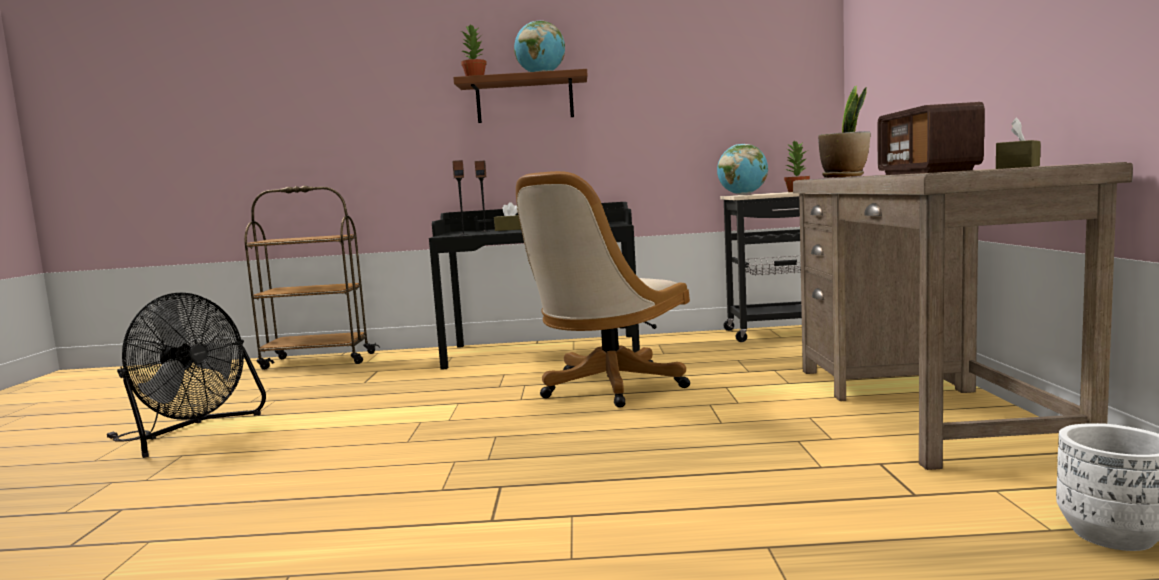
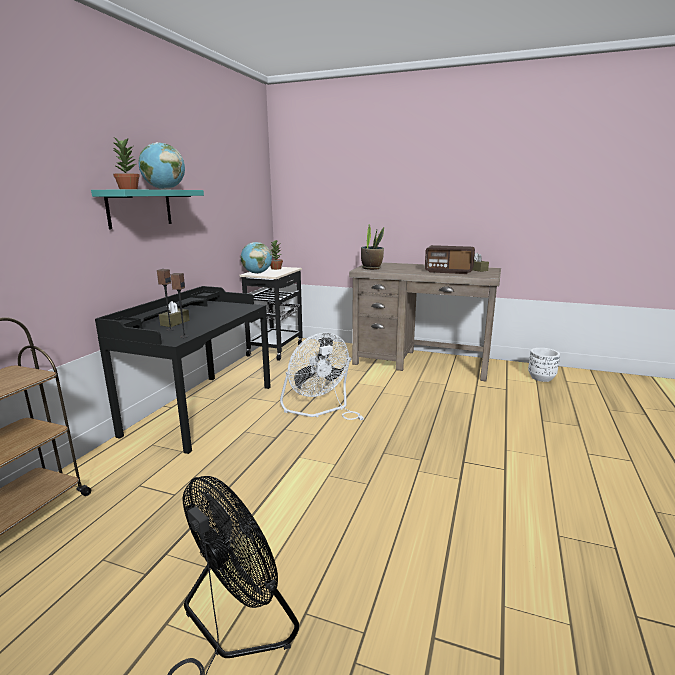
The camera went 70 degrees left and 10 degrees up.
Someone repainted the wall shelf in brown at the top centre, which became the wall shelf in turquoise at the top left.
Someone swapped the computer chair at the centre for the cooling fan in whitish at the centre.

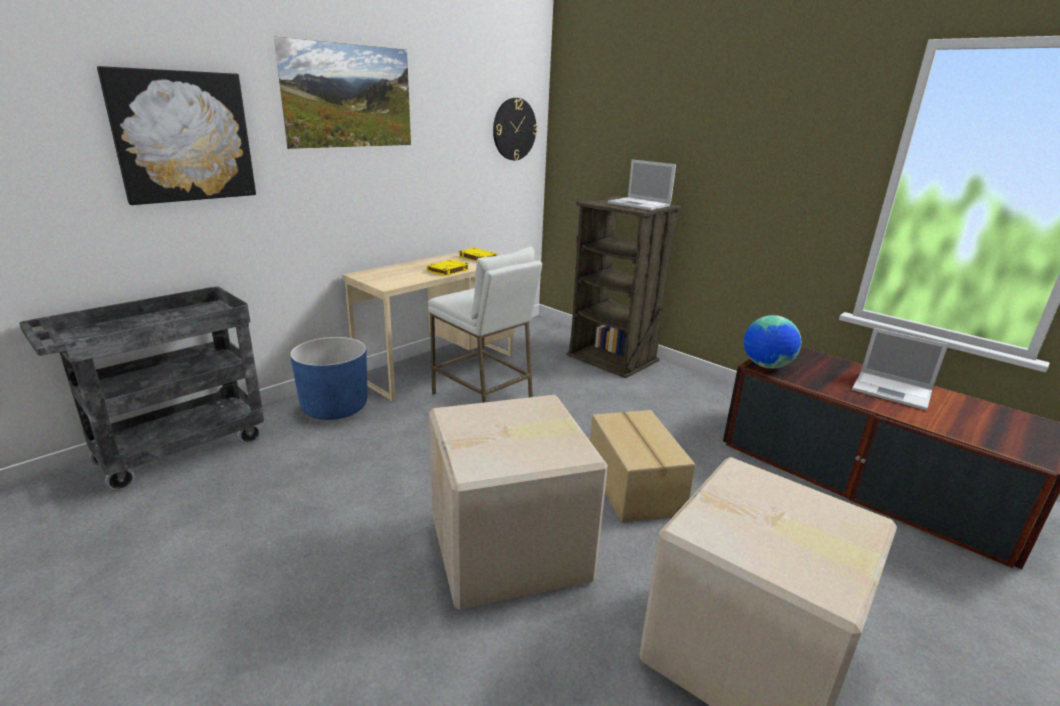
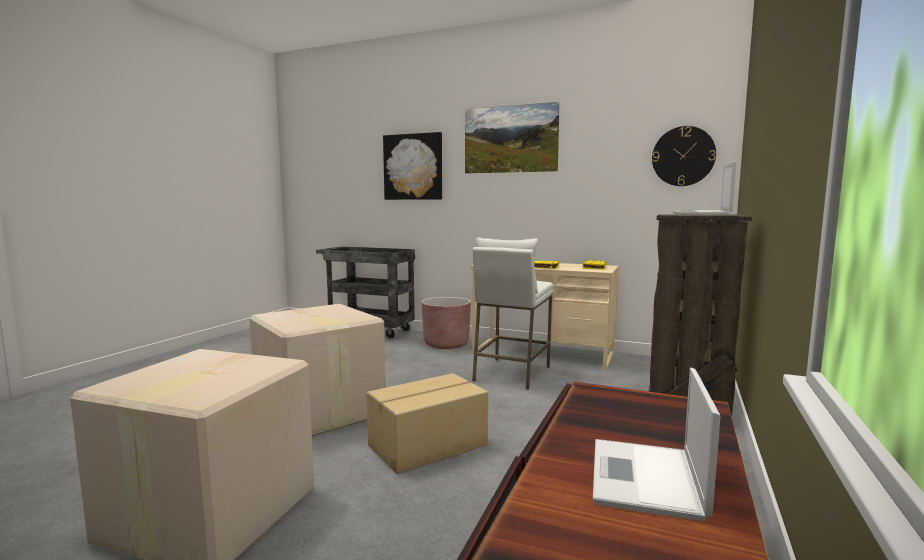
The camera went 70 degrees right and 15 degrees down.
Someone repainted the plant pot in blue-coloured at the middle left, which became the plant pot in brown at the centre.
Someone took away the desk globe at the middle right.

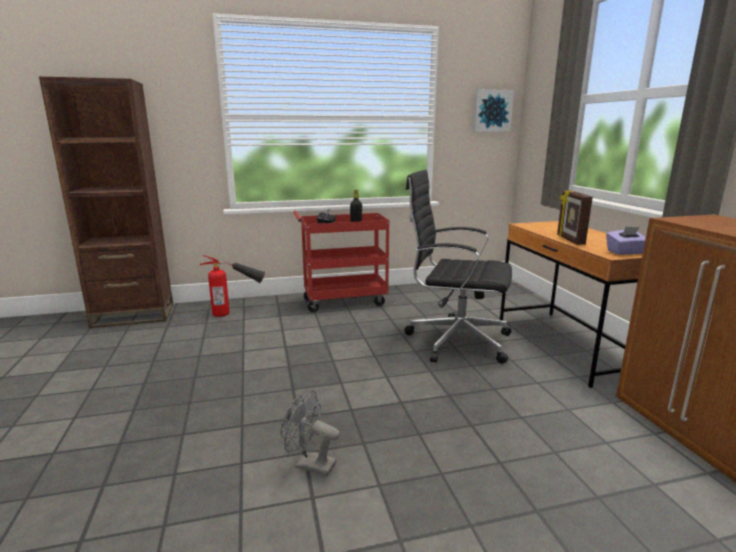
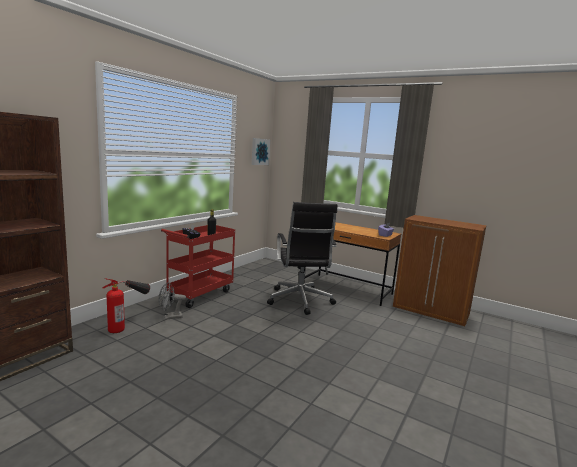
The camera went 45 degrees left and 5 degrees down.
Someone carried the cooling fan in grey from the bottom centre to the middle left.
Someone rotated the computer chair in black-coloured at the centre by 75 degrees counterclockwise.
Someone took away the photo frame at the middle right.

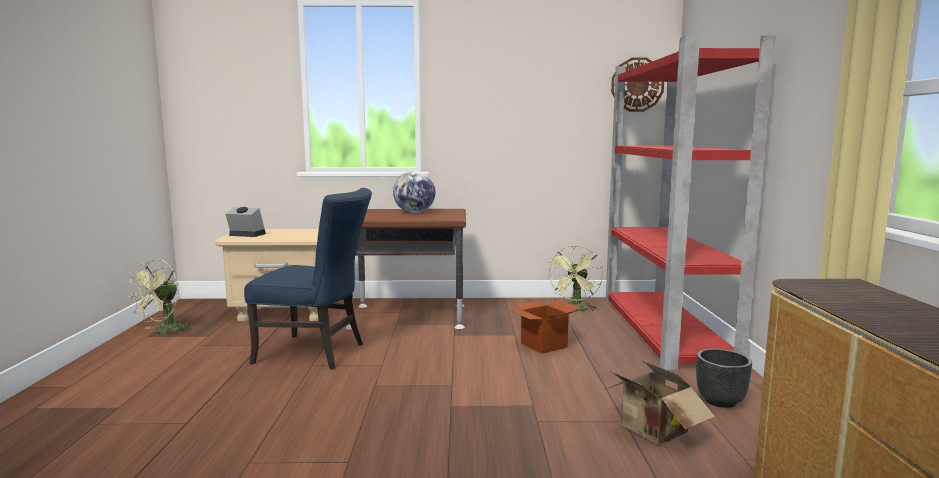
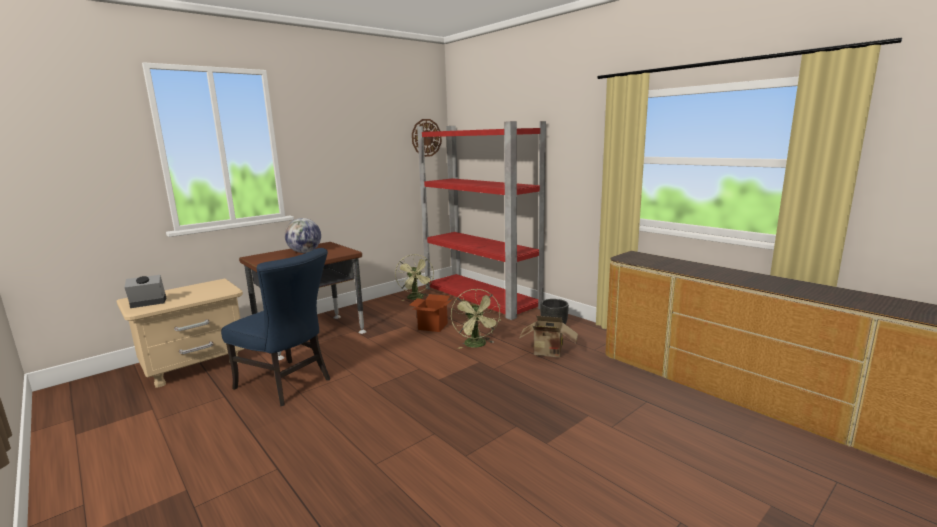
The camera went 40 degrees left and 5 degrees up.
Someone rotated the chair in blue-coloured at the middle left by 60 degrees clockwise.
Someone carried the cooling fan in greenish (1st from left in the first image) from the middle left to the centre.

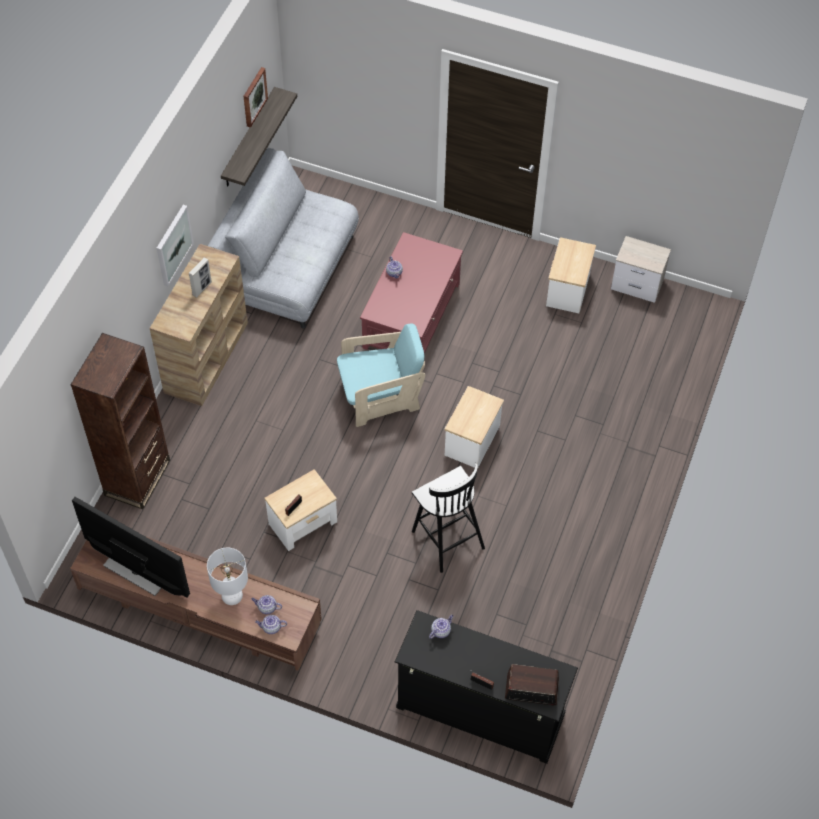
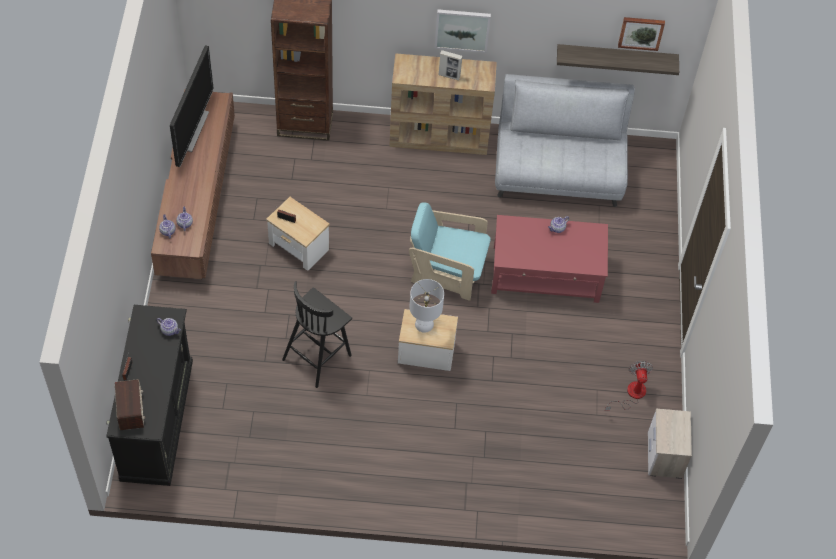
The camera went 70 degrees right and 0 degrees up.
Someone rotated the easy chair in turquoise at the centre by 135 degrees clockwise.
Someone carried the lamp for a table in whitish from the bottom left to the centre.
Someone swapped the side table (3rd from left) at the middle right for the cooling fan at the bottom right.

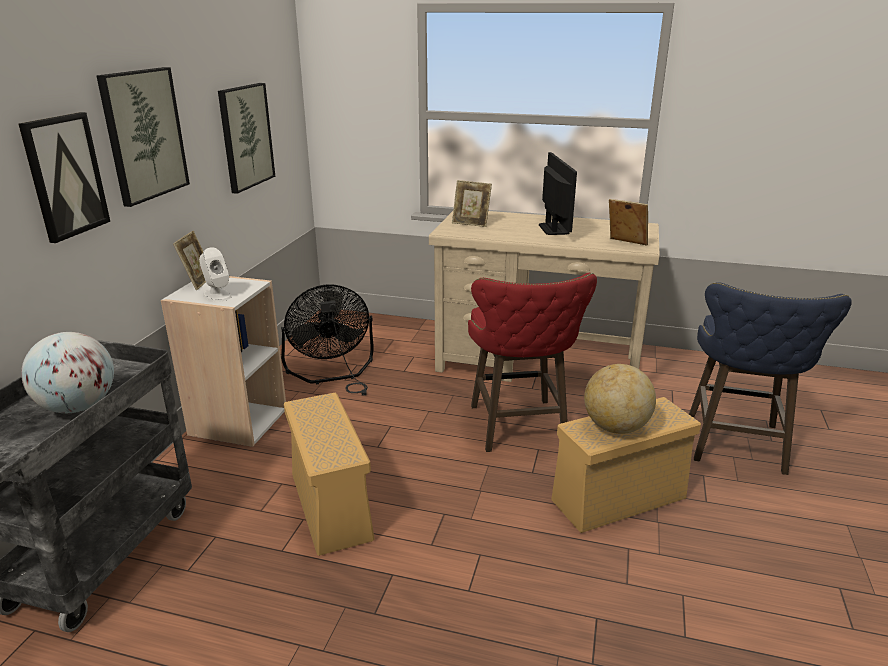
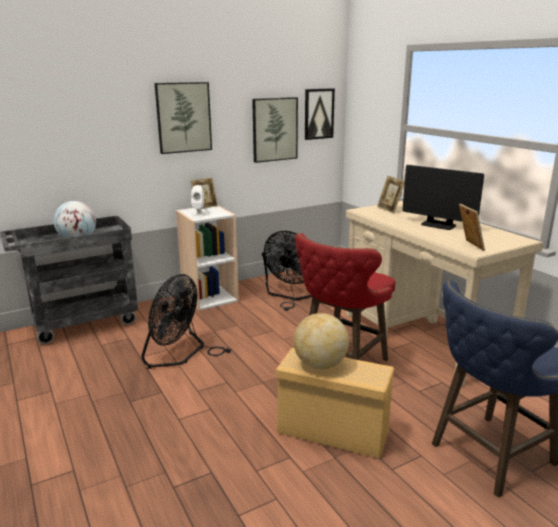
The camera went 45 degrees right and 5 degrees down.
Someone swapped the storage container in beige (1st from left) at the bottom centre for the cooling fan in black-coloured (1st from left) at the centre.
Someone carried the wall art (1st from left in the first image) from the top left to the top centre.
Someone rotated the computer screen at the top centre by 90 degrees clockwise.

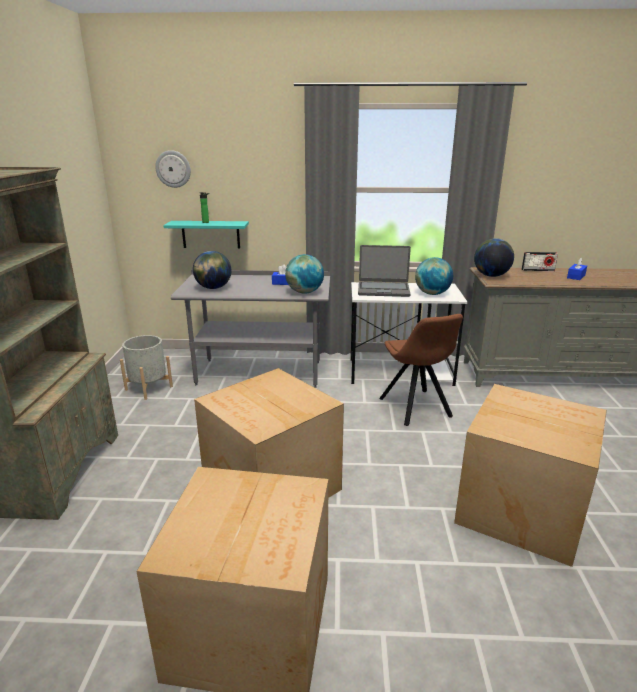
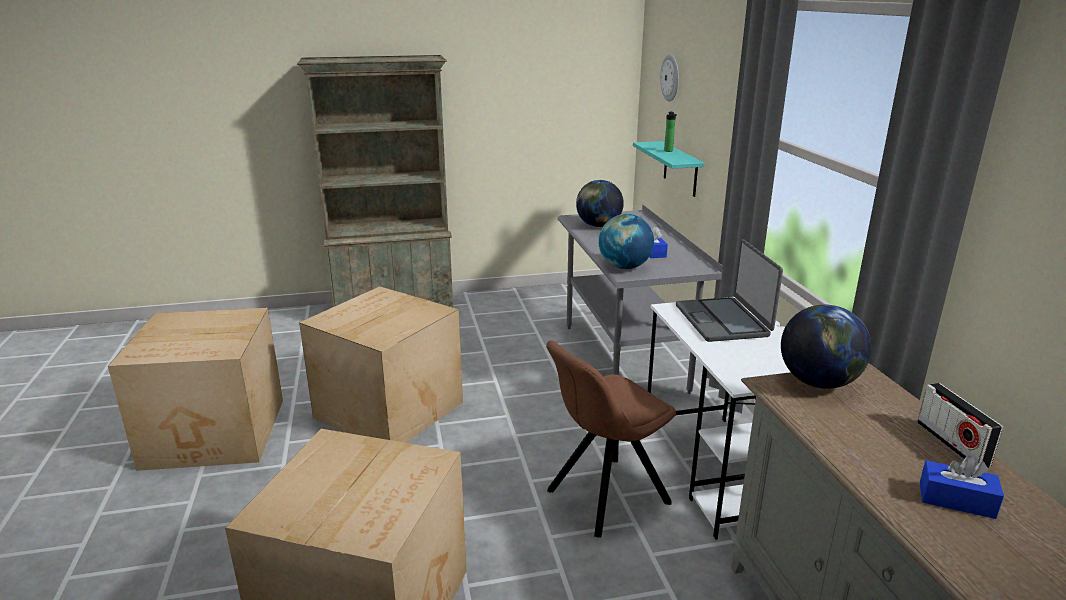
The camera went 75 degrees right and 0 degrees up.
Someone took away the plant pot in grey at the middle left.
Someone took away the desk globe (3rd from left) at the middle right.

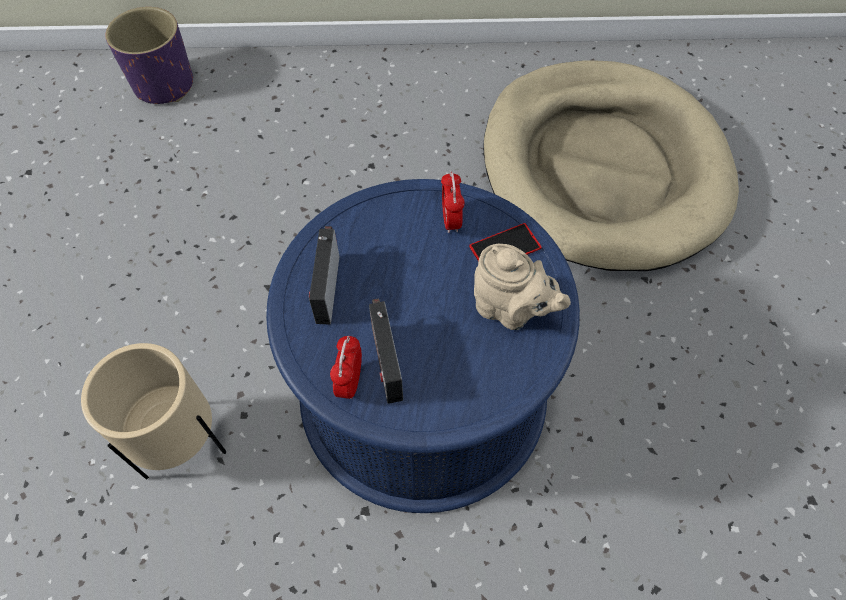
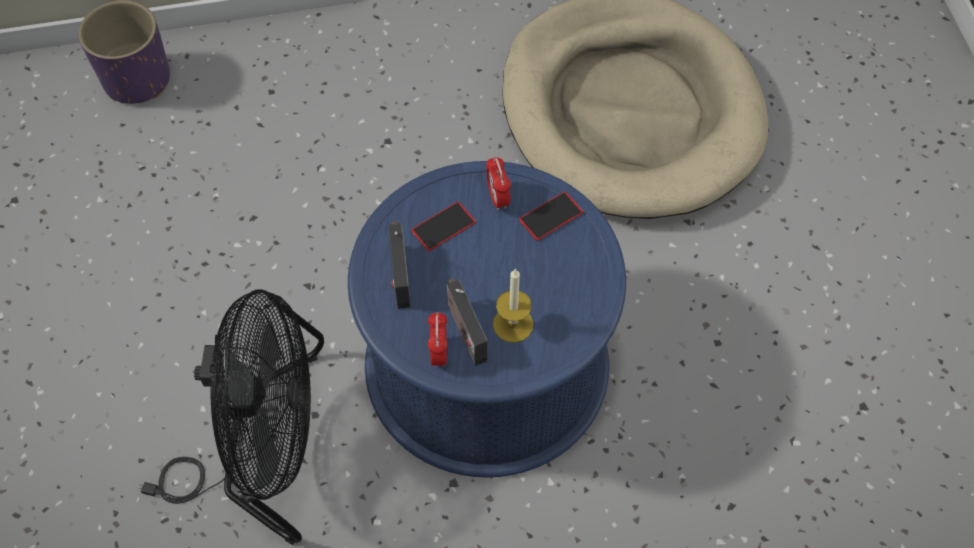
The camera went 10 degrees left and 0 degrees up.
Someone swapped the plant pot in beige at the bottom left for the cooling fan in black-coloured at the bottom left.
Someone put down the phone (1st from left) at the centre.
Someone put down the wax light at the centre.
Someone took away the teapot in beige at the centre.

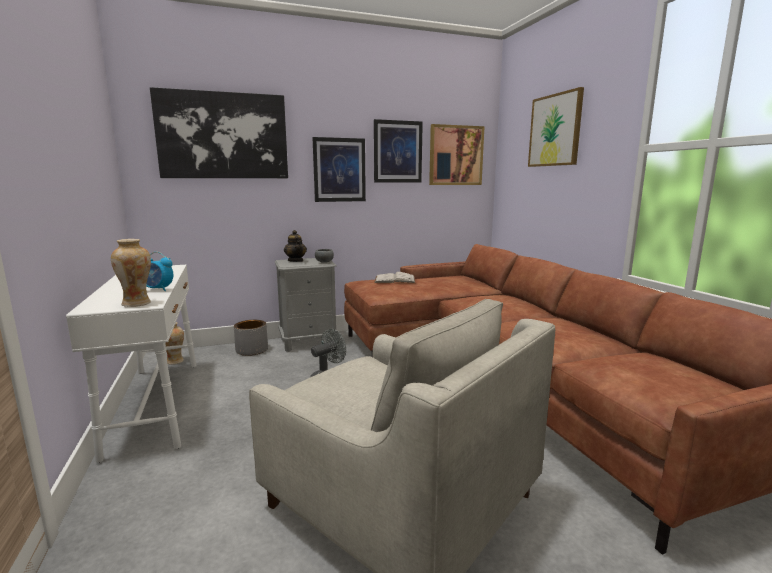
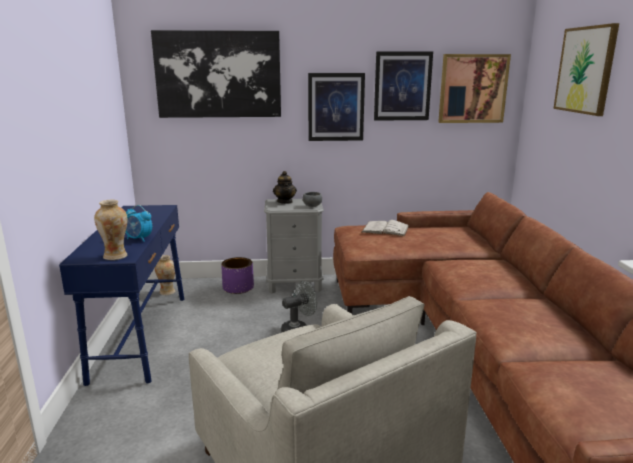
The camera went 15 degrees right and 5 degrees up.
Someone repainted the narrow table in whitish at the middle left, which became the narrow table in blue-coloured at the middle left.
Someone repainted the plant pot in grey at the middle left, which became the plant pot in purple-coloured at the centre.

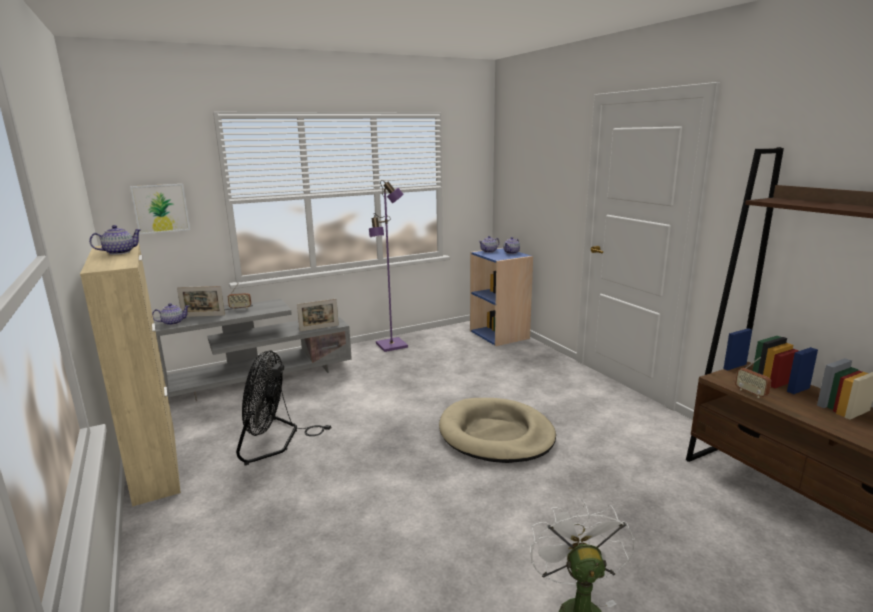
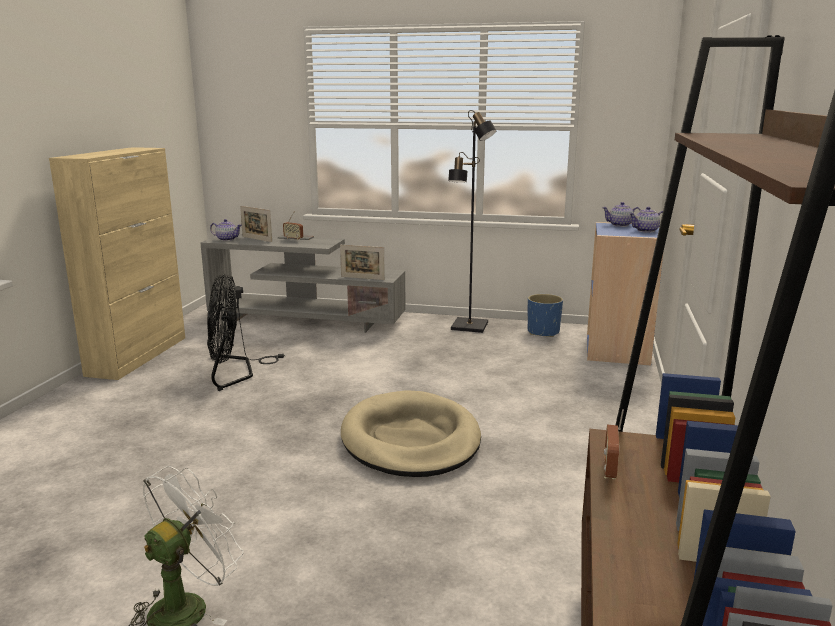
The camera went 40 degrees right and 0 degrees up.
Someone rotated the cooling fan in black-coloured at the bottom left by 60 degrees counterclockwise.
Someone repainted the standard lamp in purple-coloured at the centre, which became the standard lamp in black-coloured at the centre.
Someone put down the plant pot in blue-coloured at the centre.
Someone took away the teapot (1st from left) at the middle left.
Someone took away the wall art at the middle left.

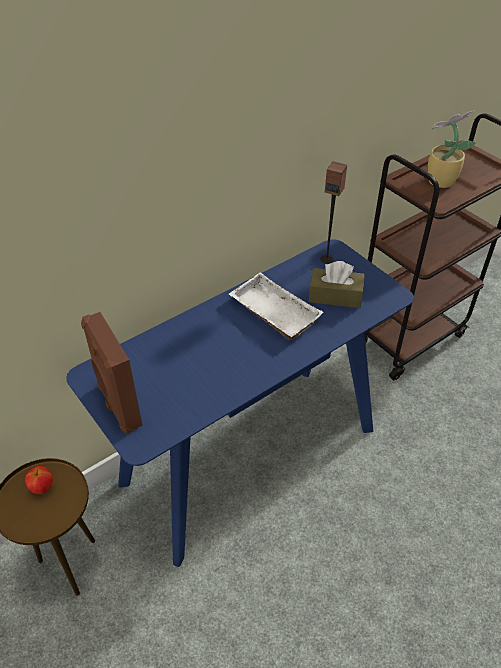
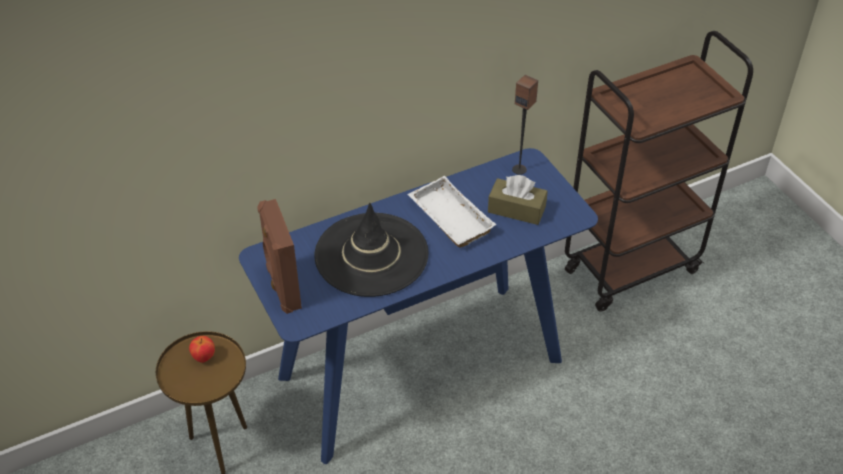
The camera went 10 degrees right and 0 degrees up.
Someone put down the hat in black-coloured at the centre.
Someone took away the potted plant at the top right.

